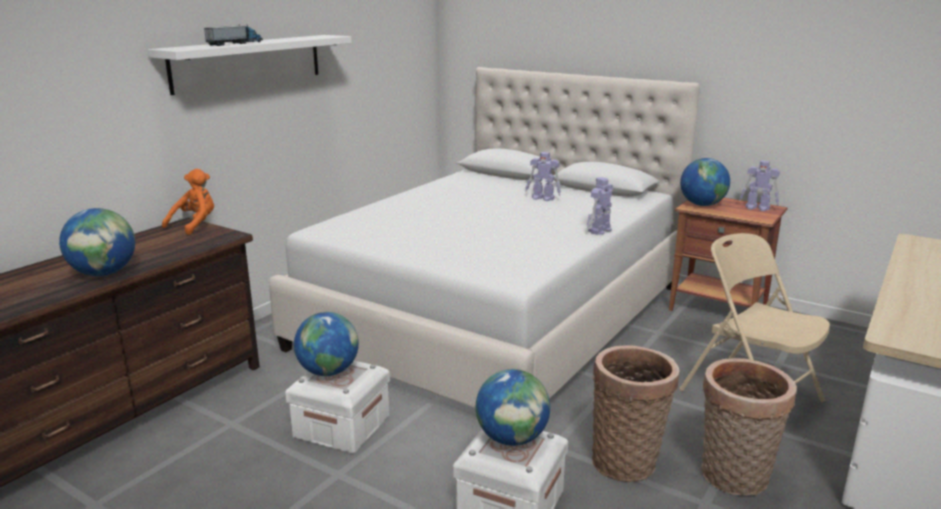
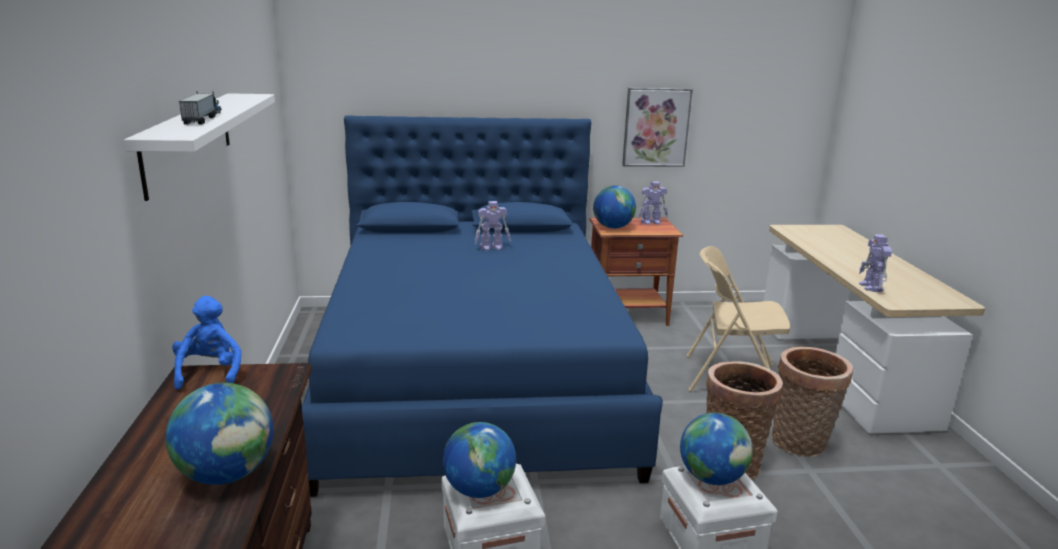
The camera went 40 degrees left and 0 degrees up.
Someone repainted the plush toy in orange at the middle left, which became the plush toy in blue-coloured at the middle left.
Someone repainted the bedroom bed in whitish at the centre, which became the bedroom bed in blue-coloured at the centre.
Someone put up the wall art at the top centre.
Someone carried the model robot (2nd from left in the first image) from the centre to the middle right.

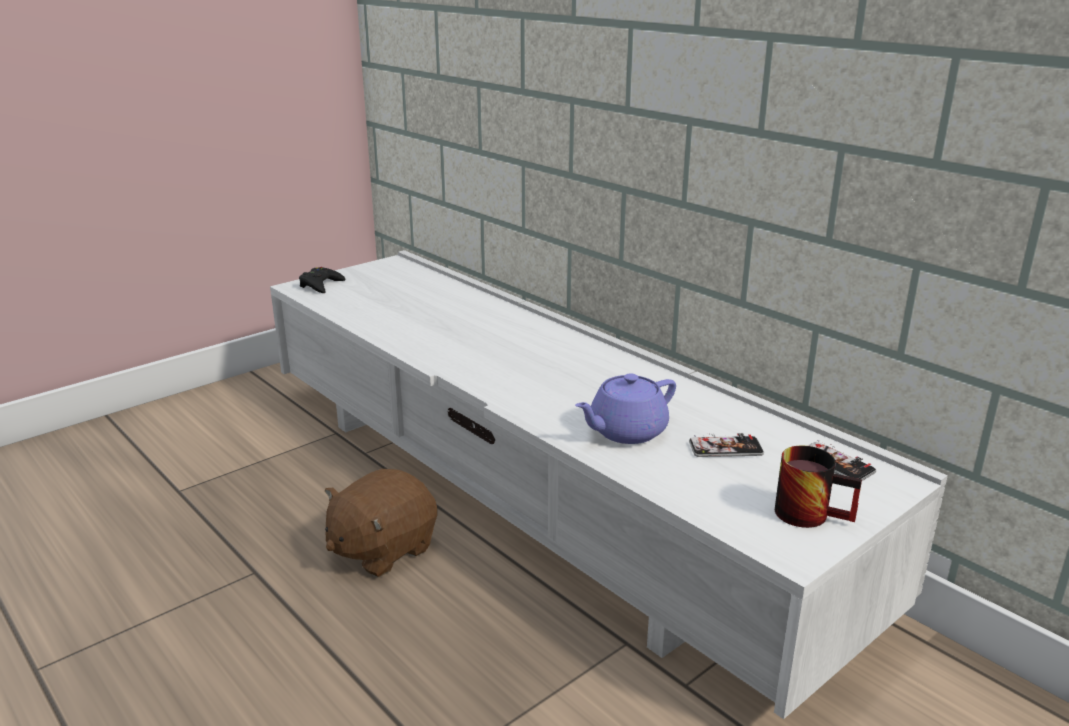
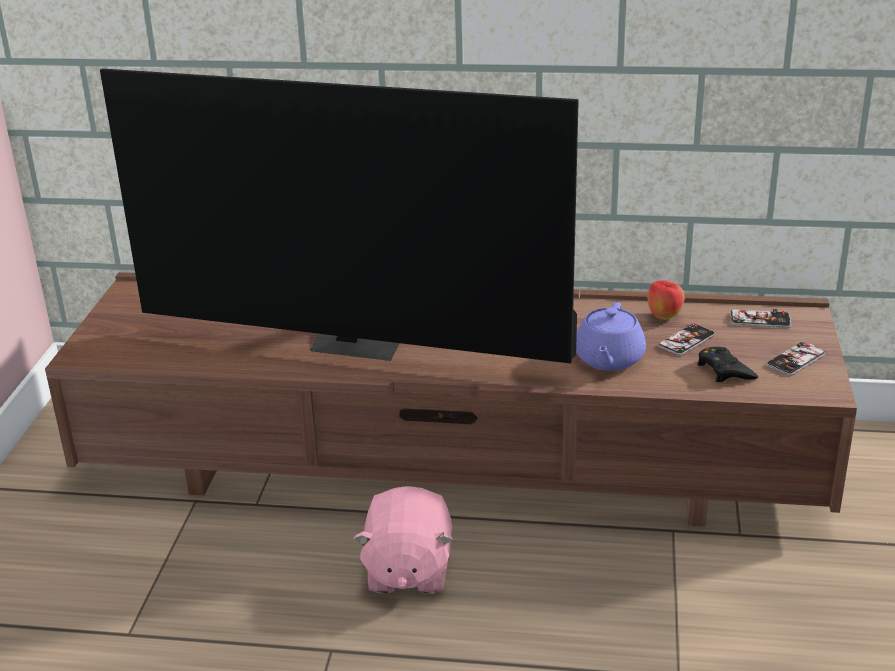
The camera went 40 degrees left and 5 degrees up.
Someone repainted the tv stand in whitish at the bottom centre, which became the tv stand in brown at the centre.
Someone put down the TV set at the top centre.
Someone repainted the plush toy in brown at the bottom centre, which became the plush toy in pinkish at the bottom centre.
Someone put down the whole apple at the middle right.
Someone carried the joypad in black-coloured from the middle left to the middle right.
Someone swapped the coffee mug at the bottom right for the phone (3rd from left) at the middle right.

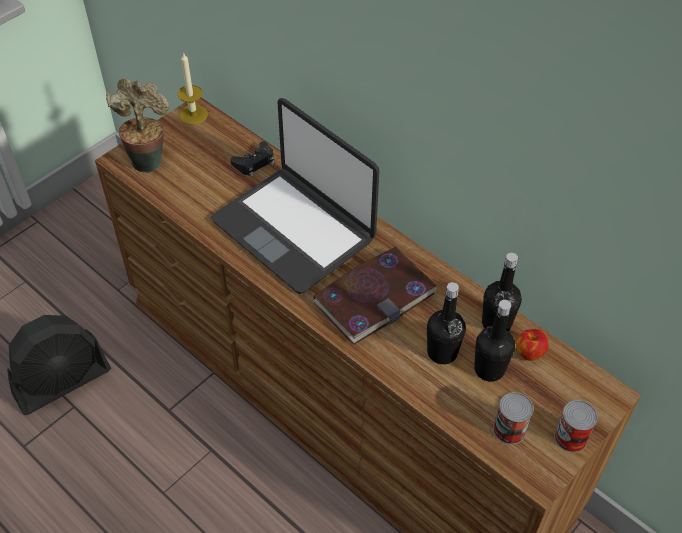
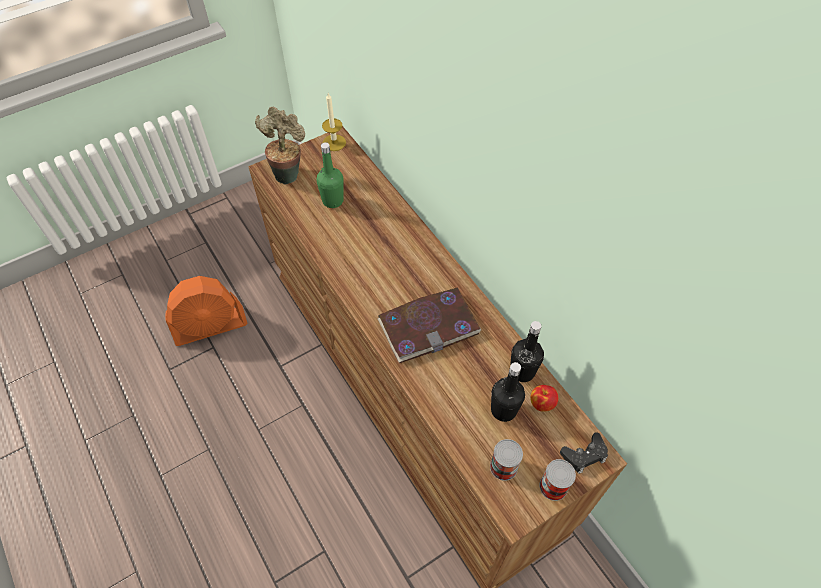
The camera went 15 degrees right and 5 degrees up.
Someone repainted the cooling fan in black-coloured at the bottom left, which became the cooling fan in orange at the middle left.
Someone put down the drink bottle in greenish at the top centre.
Someone carried the joypad in black-coloured from the top centre to the bottom right.
Someone took away the portable computer at the centre.
Someone took away the drink bottle in black-coloured (1st from left) at the centre.

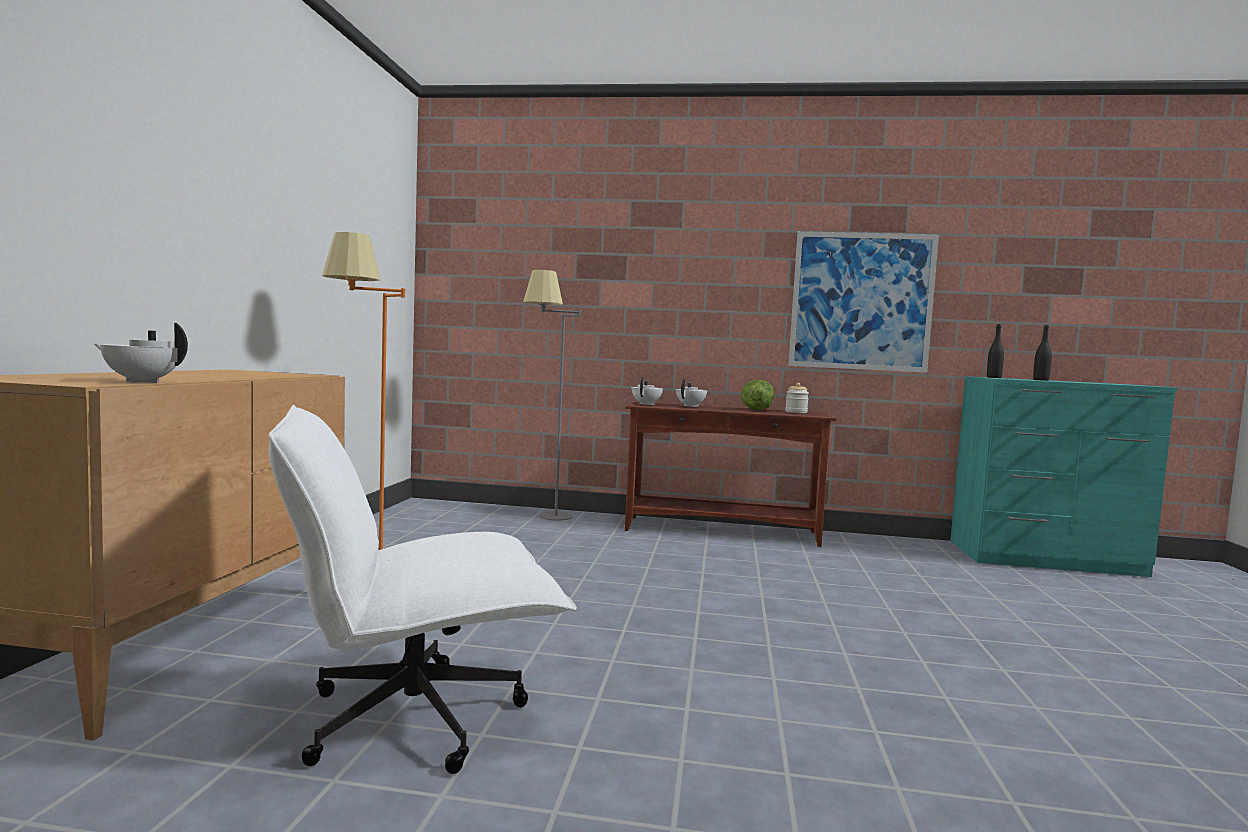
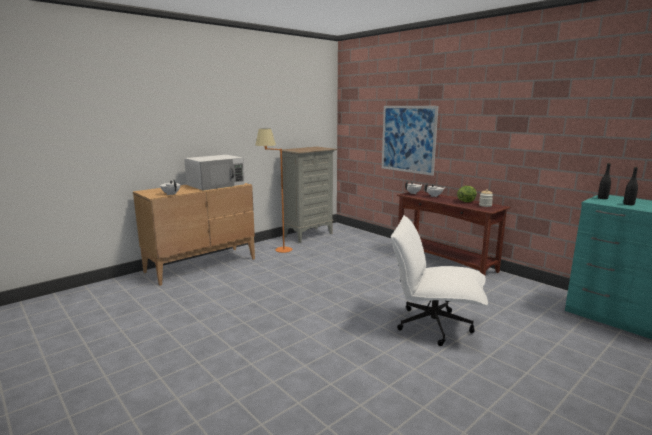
The camera went 40 degrees right and 10 degrees up.
Someone put down the kitchen microwave in whitish at the middle left.
Someone put down the drawer chest in grey at the centre.
Someone carried the wall art from the middle right to the top centre.
Someone carried the computer chair in whitish from the bottom centre to the middle right.
Someone took away the standard lamp in grey at the centre.

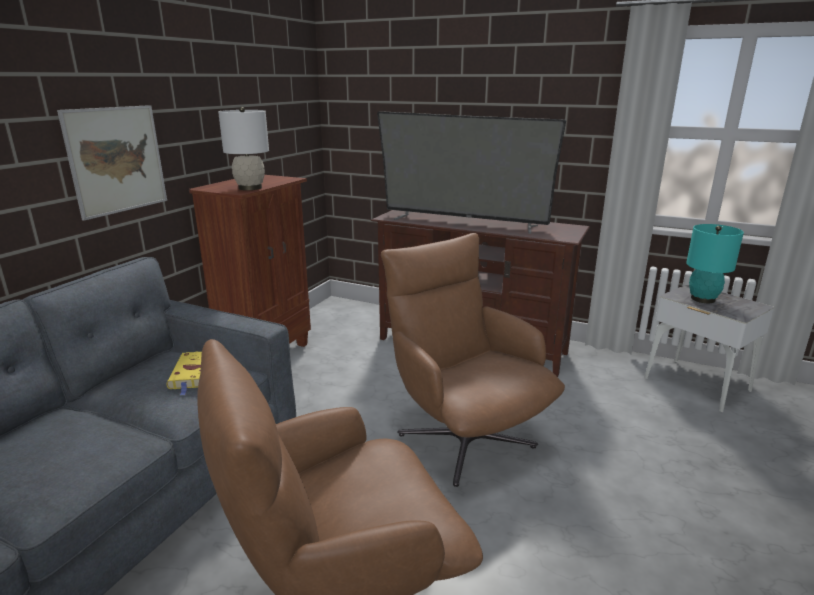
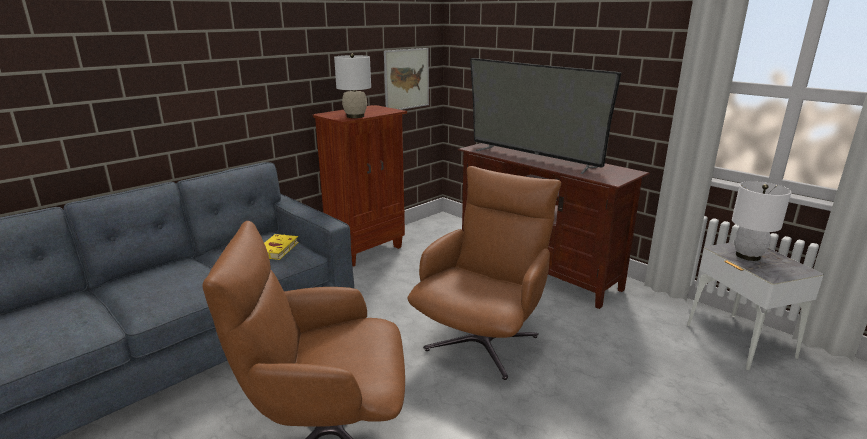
The camera went 20 degrees right and 0 degrees up.
Someone carried the wall art from the top left to the top centre.
Someone rotated the easy chair in brown (2nd from left) at the centre by 45 degrees clockwise.
Someone repainted the lamp for a table in turquoise at the middle right, which became the lamp for a table in whitish (2nd from left) at the middle right.

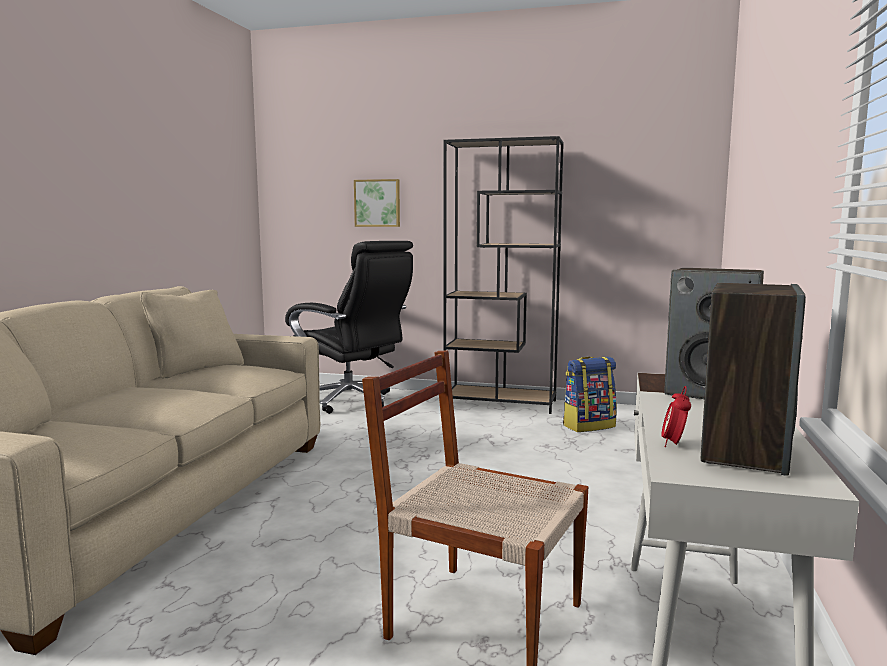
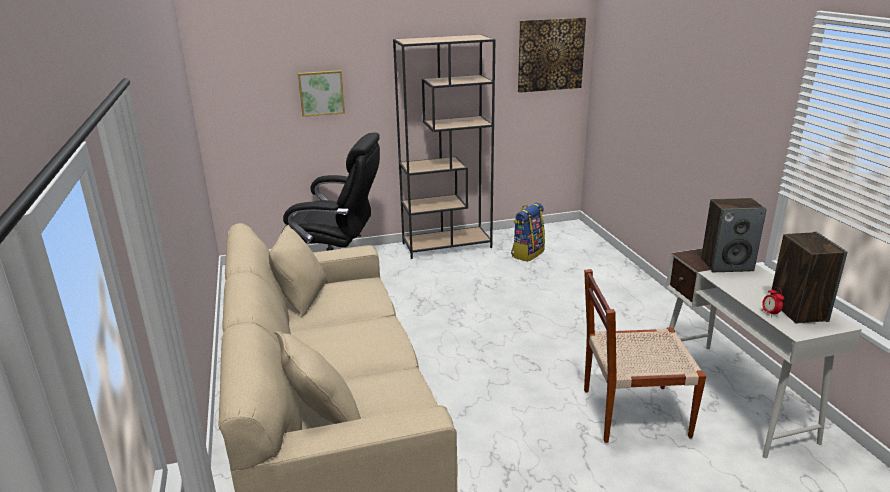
The camera went 30 degrees left and 15 degrees up.
Someone put up the wall art (2nd from left) at the top centre.

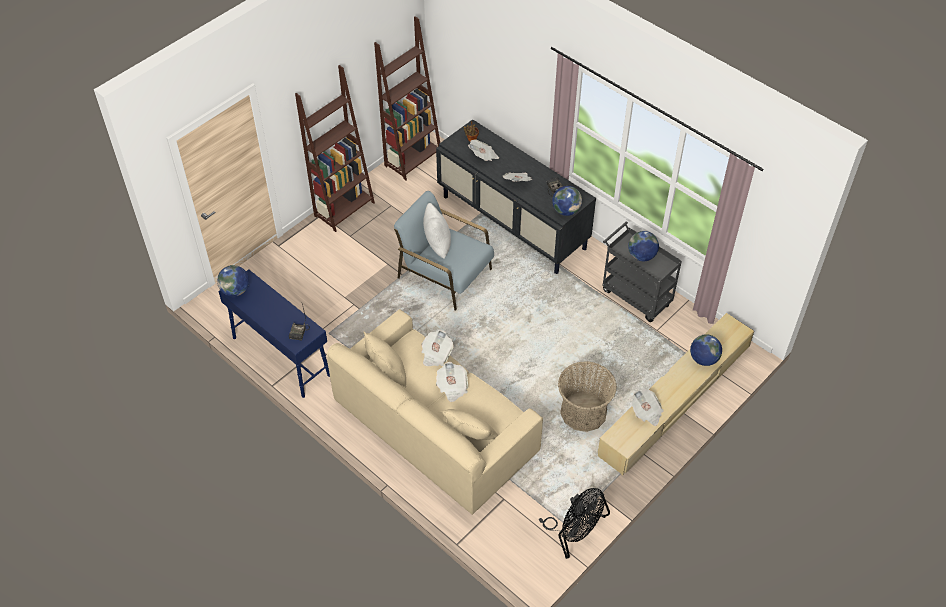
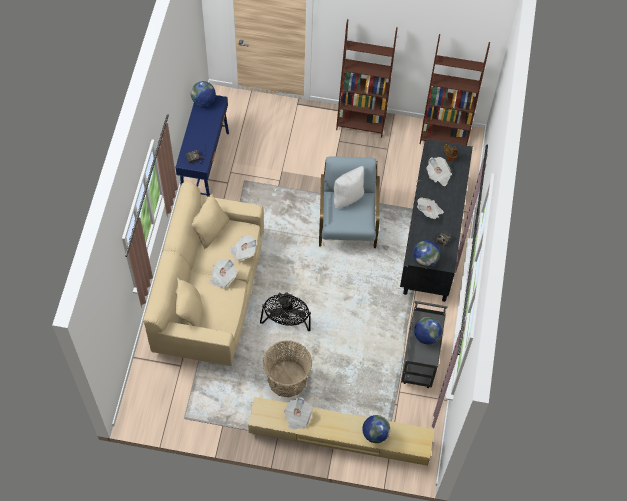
The camera went 55 degrees right and 10 degrees up.
Someone carried the cooling fan in black-coloured from the bottom centre to the centre.

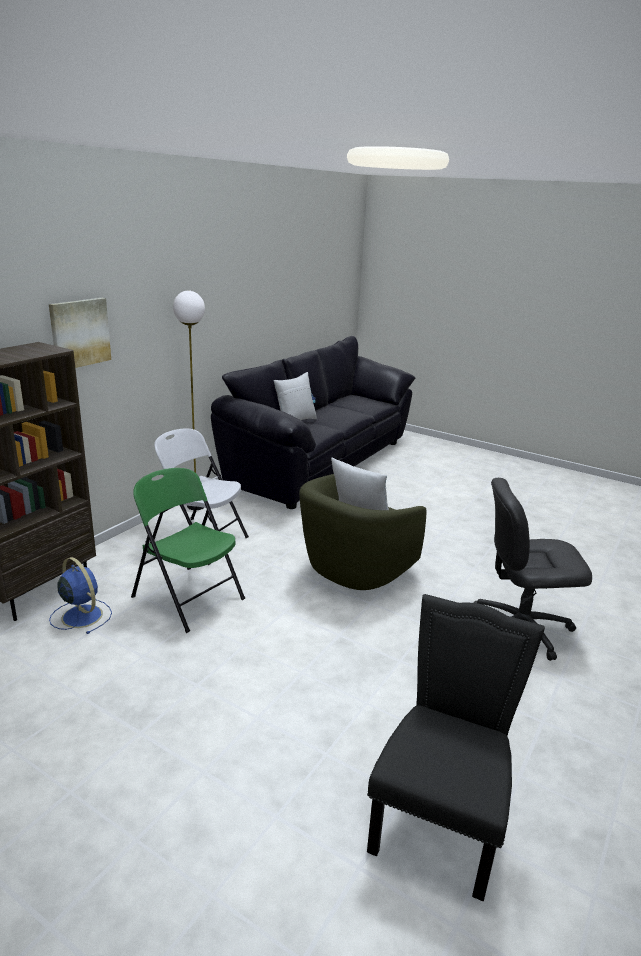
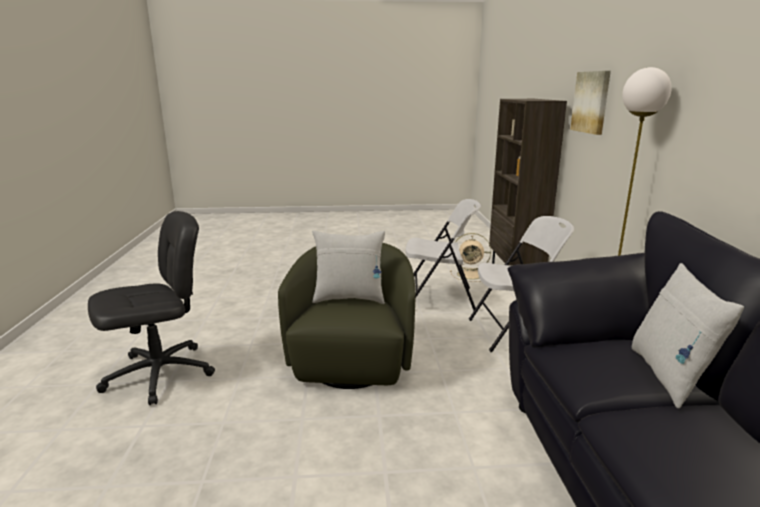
The camera went 145 degrees right and 5 degrees down.
Someone repainted the chair in greenish at the middle left, which became the chair in whitish (1st from left) at the centre.
Someone repainted the cooling fan in blue-coloured at the middle left, which became the cooling fan in beige at the centre.
Someone took away the chair in black-coloured at the bottom right.

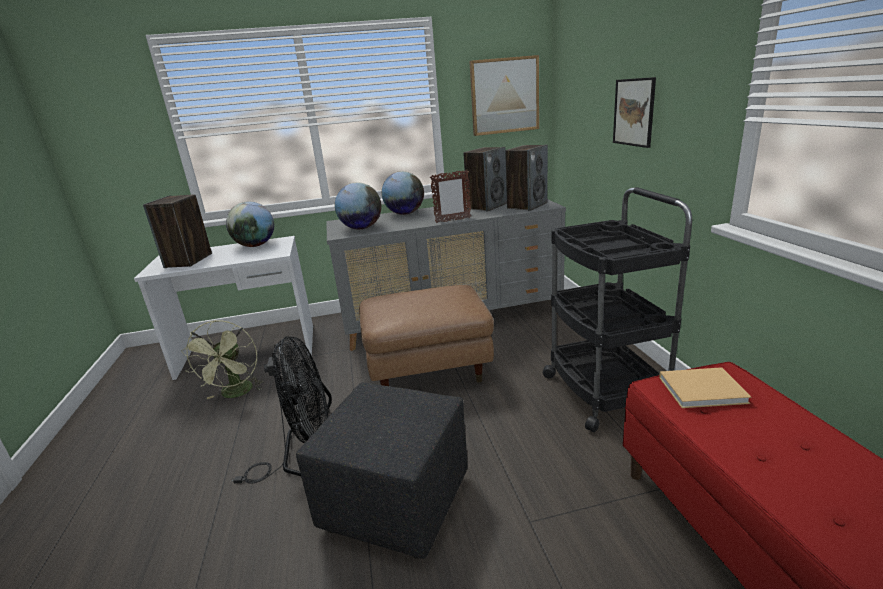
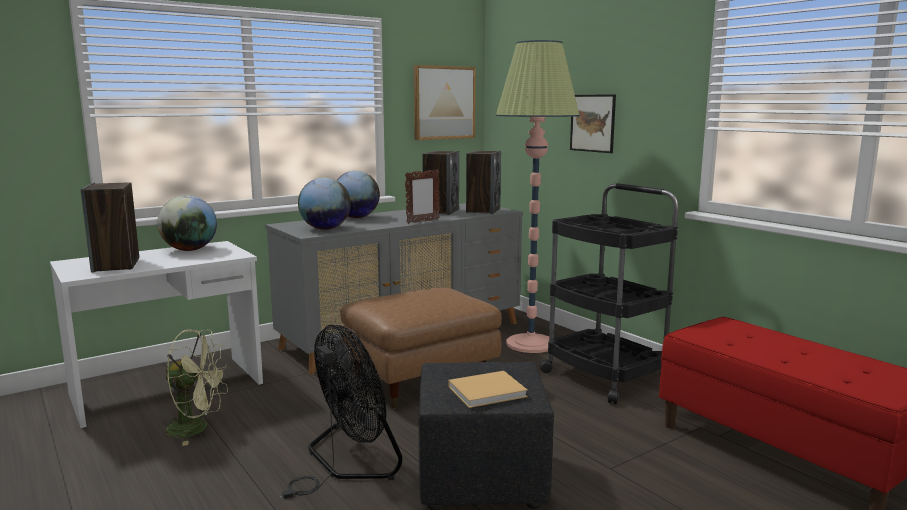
The camera went 25 degrees left and 10 degrees down.
Someone rotated the cooling fan in greenish at the middle left by 60 degrees counterclockwise.
Someone carried the book in beige from the middle right to the bottom centre.
Someone put down the standard lamp at the centre.

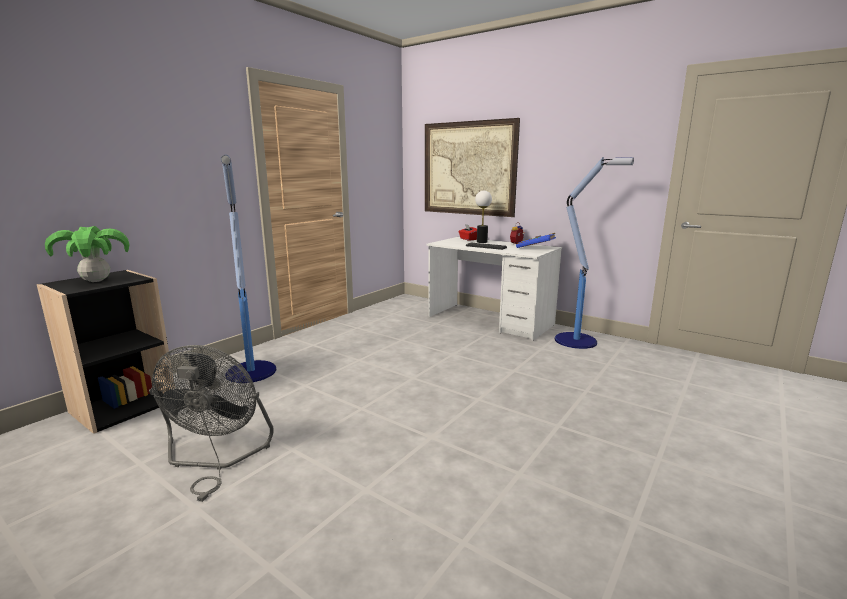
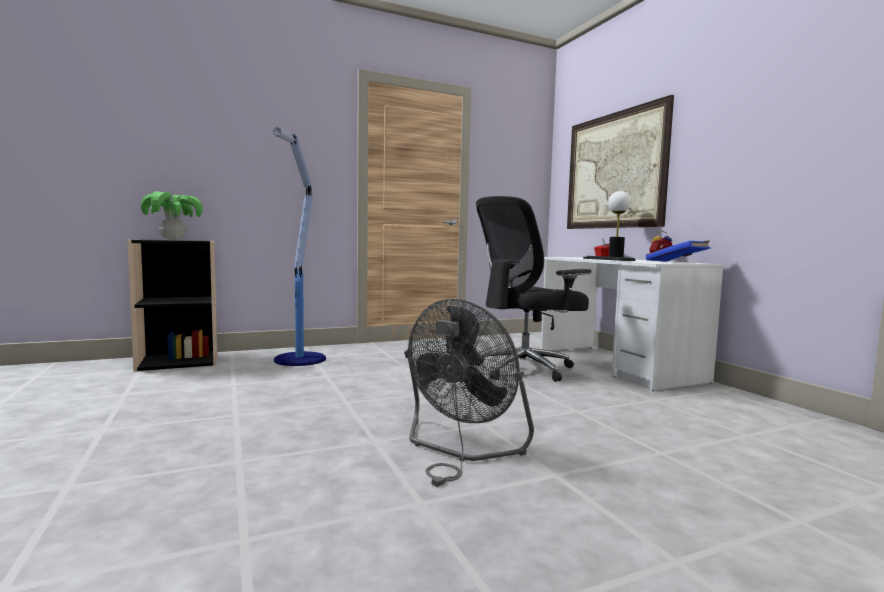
The camera went 30 degrees right and 10 degrees down.
Someone carried the cooling fan in grey from the bottom left to the centre.
Someone put down the computer chair at the centre.
Someone took away the standard lamp (2nd from left) at the middle right.

